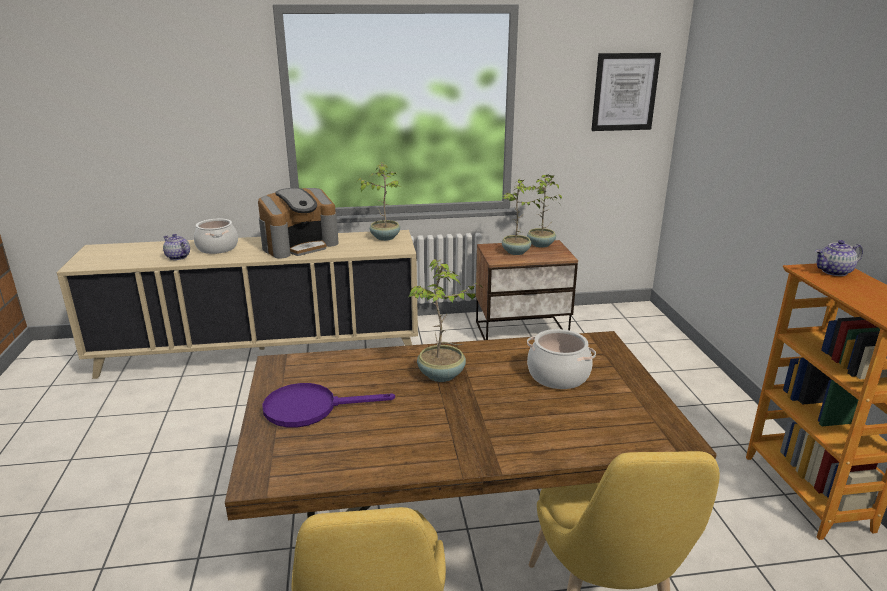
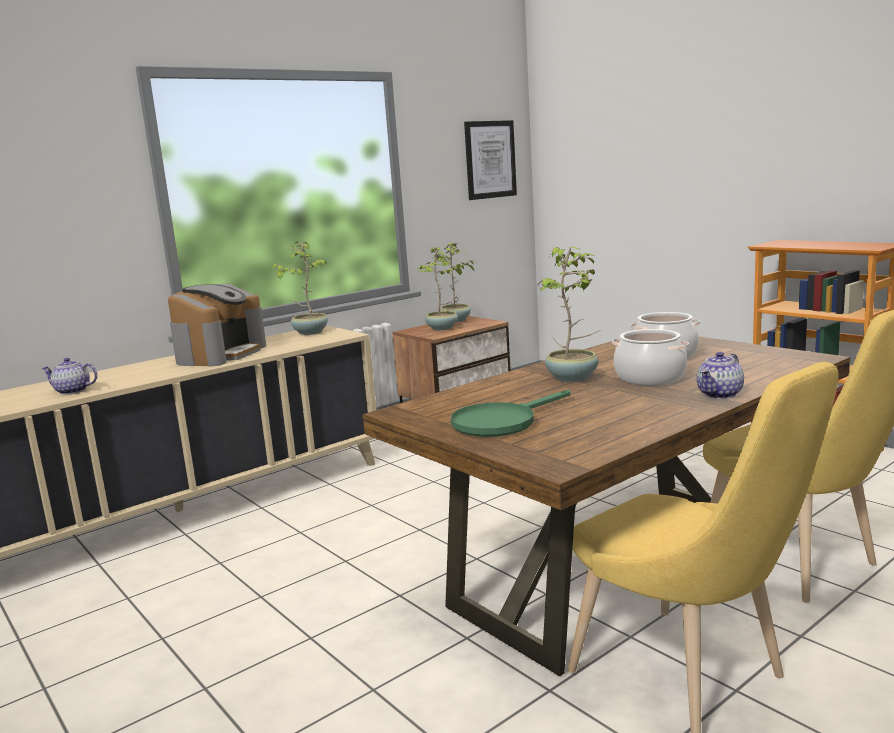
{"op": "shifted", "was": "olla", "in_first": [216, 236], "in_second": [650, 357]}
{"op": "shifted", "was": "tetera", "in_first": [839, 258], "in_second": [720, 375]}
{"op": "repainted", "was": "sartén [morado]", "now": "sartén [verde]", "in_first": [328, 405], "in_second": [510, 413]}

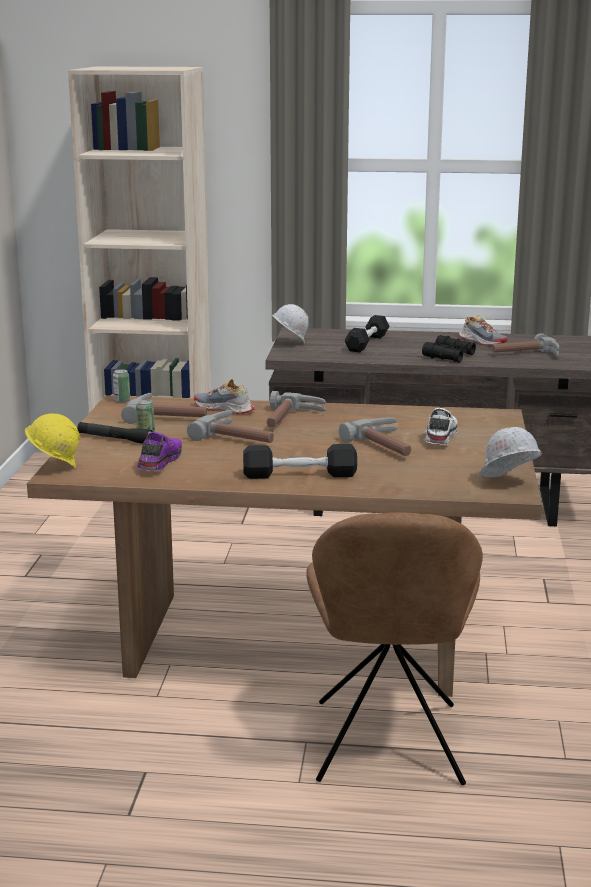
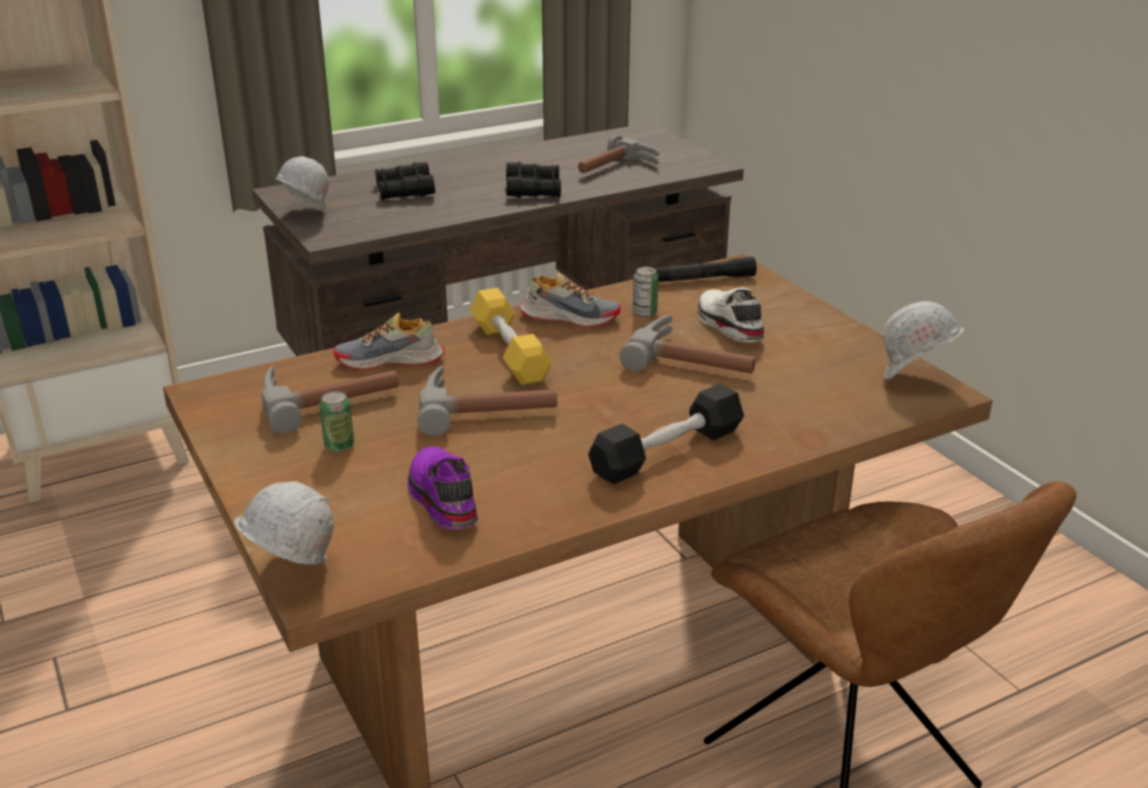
{"op": "shifted", "was": "linterna [negro]", "in_first": [115, 433], "in_second": [706, 269]}
{"op": "shifted", "was": "lata", "in_first": [121, 385], "in_second": [645, 291]}
{"op": "shifted", "was": "zapato", "in_first": [483, 330], "in_second": [570, 300]}
{"op": "swapped", "was": "martillo", "now": "mancuerna [amarillo]", "in_first": [296, 409], "in_second": [510, 336]}
{"op": "swapped", "was": "mancuerna [negro]", "now": "prismáticos [negro]", "in_first": [366, 333], "in_second": [405, 181]}
{"op": "repainted", "was": "casco [amarillo]", "now": "casco [blanco]", "in_first": [52, 440], "in_second": [284, 523]}

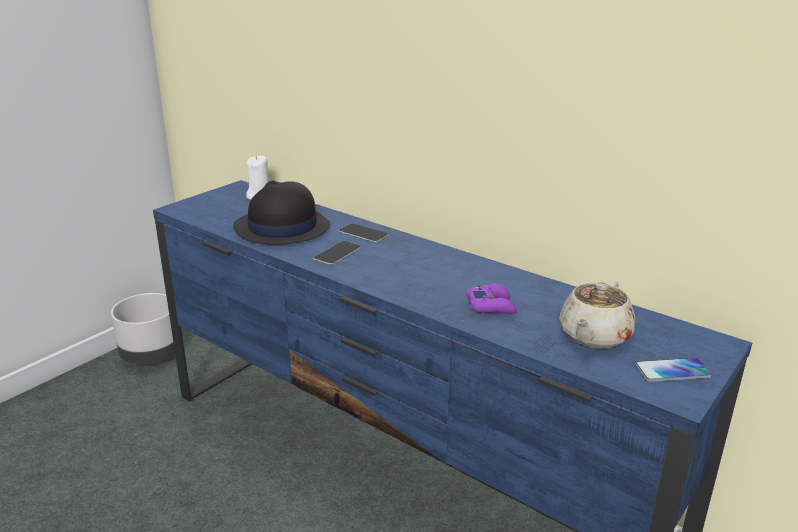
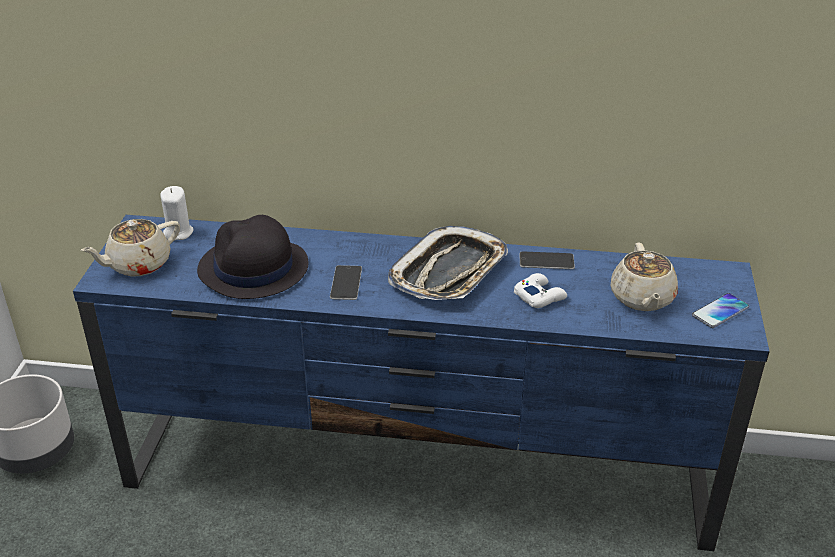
{"op": "new", "now": "tetera [beis]", "in_second": [130, 248]}
{"op": "new", "now": "bandeja", "in_second": [448, 263]}
{"op": "shifted", "was": "móvil", "in_first": [363, 232], "in_second": [547, 260]}
{"op": "repainted", "was": "mando de consola [morado]", "now": "mando de consola [blanco]", "in_first": [492, 299], "in_second": [540, 290]}

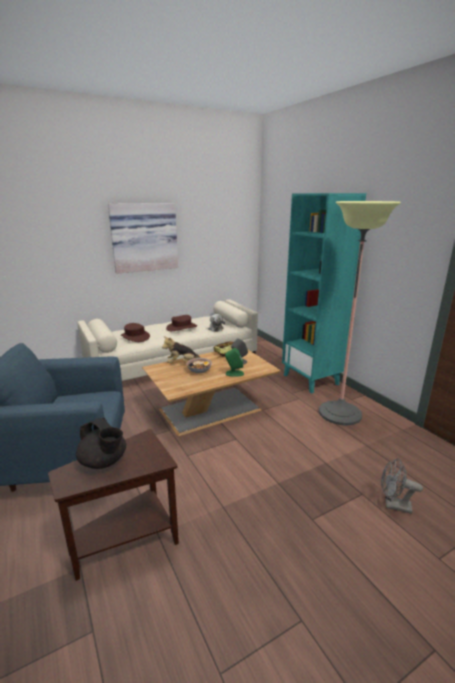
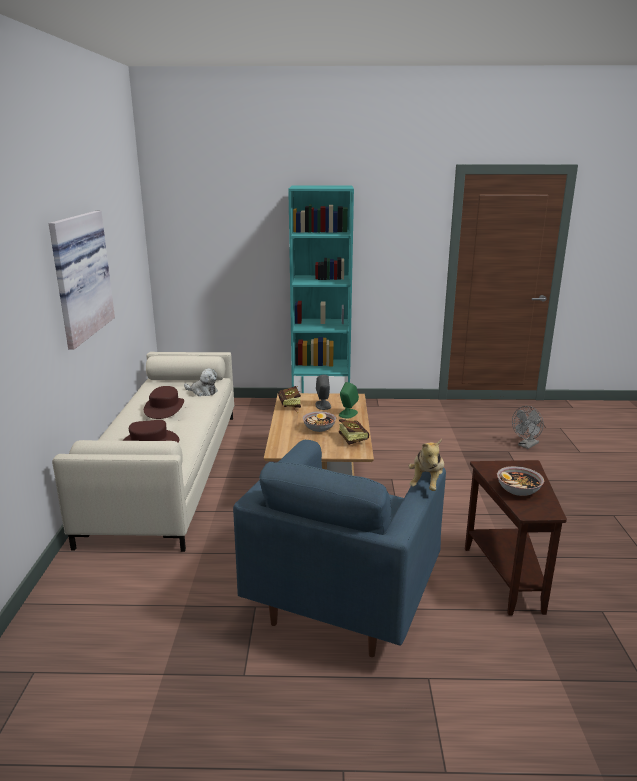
{"op": "gone", "was": "lámpara de pie", "in_first": [360, 313]}
{"op": "new", "now": "libro", "in_second": [354, 432]}
{"op": "shifted", "was": "peluche", "in_first": [181, 349], "in_second": [426, 465]}
{"op": "swapped", "was": "tetera [negro]", "now": "cuenco", "in_first": [101, 443], "in_second": [520, 481]}

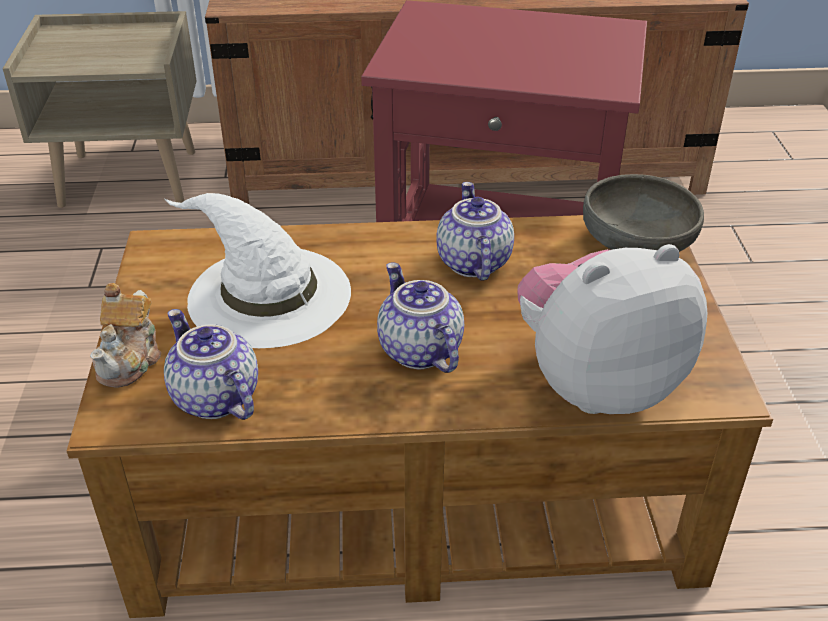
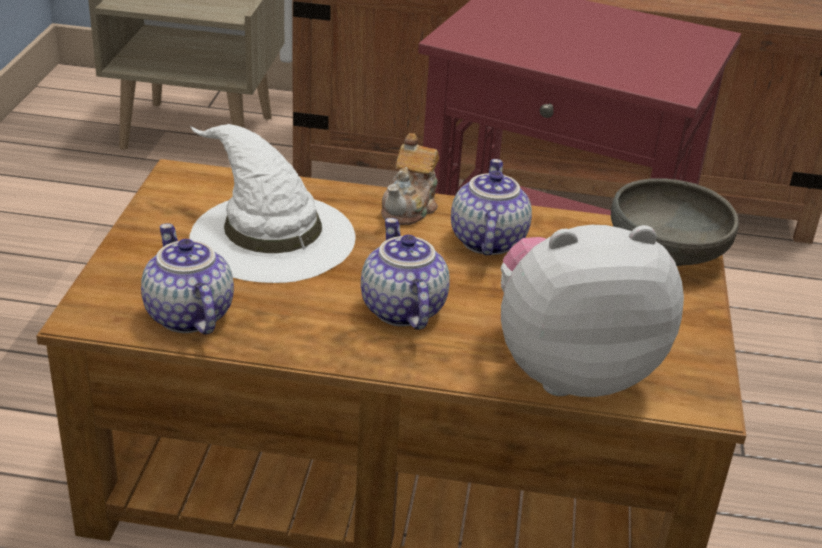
{"op": "shifted", "was": "tetera", "in_first": [125, 335], "in_second": [410, 179]}

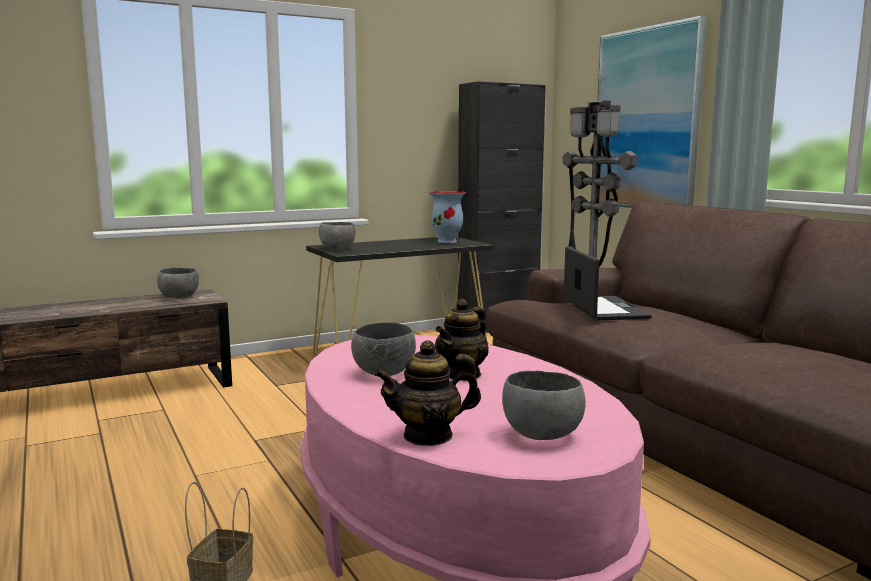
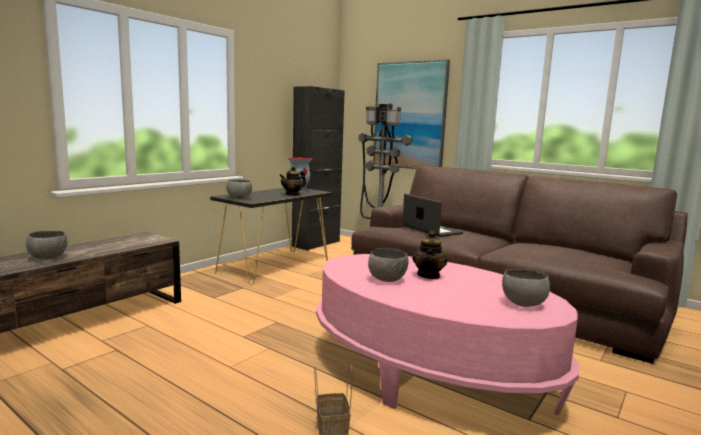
{"op": "shifted", "was": "cuenco [gris]", "in_first": [178, 283], "in_second": [46, 245]}
{"op": "shifted", "was": "tetera", "in_first": [427, 393], "in_second": [292, 181]}

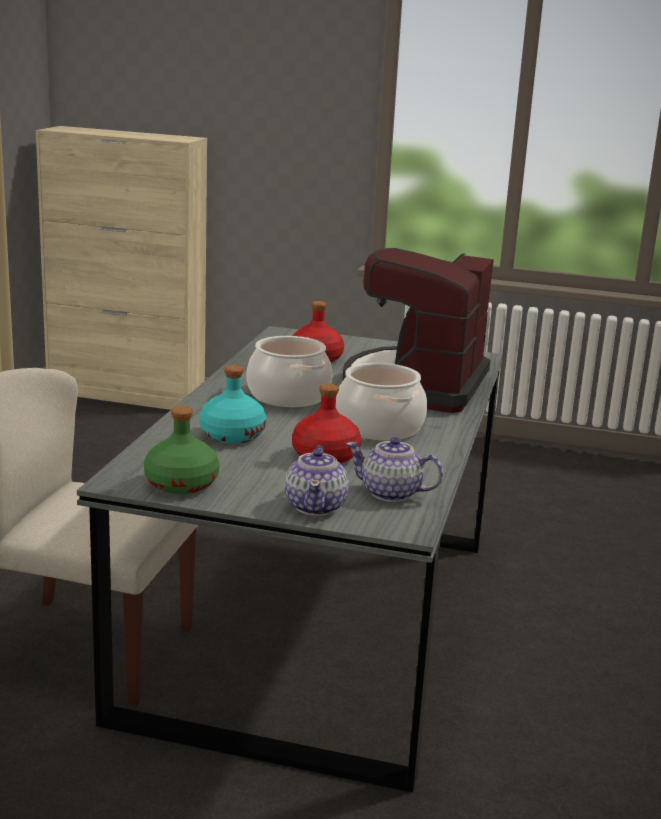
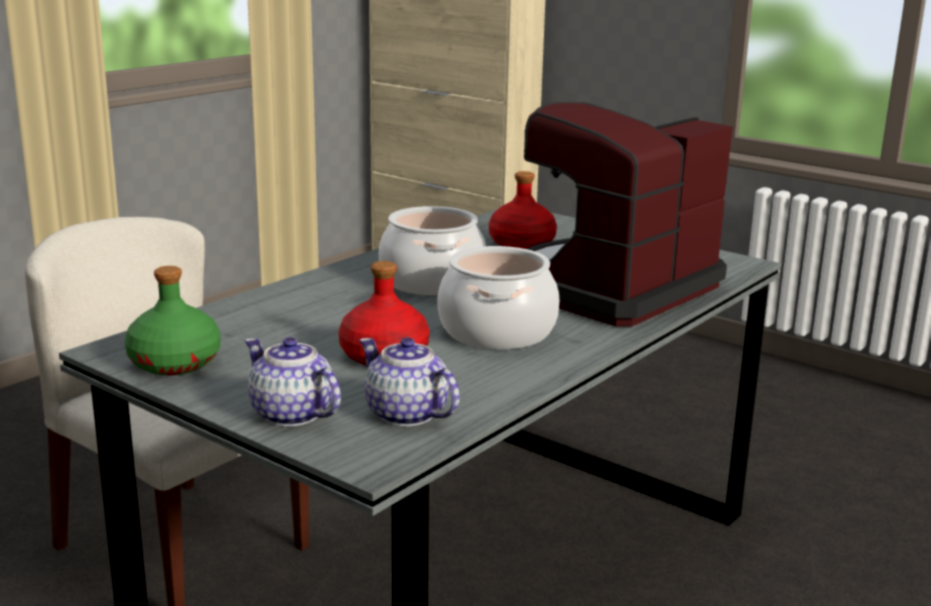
{"op": "gone", "was": "botella [turquesa]", "in_first": [232, 404]}
{"op": "rotated", "was": "tetera", "in_first": [317, 481], "in_second": [293, 382], "clockwise": 105}

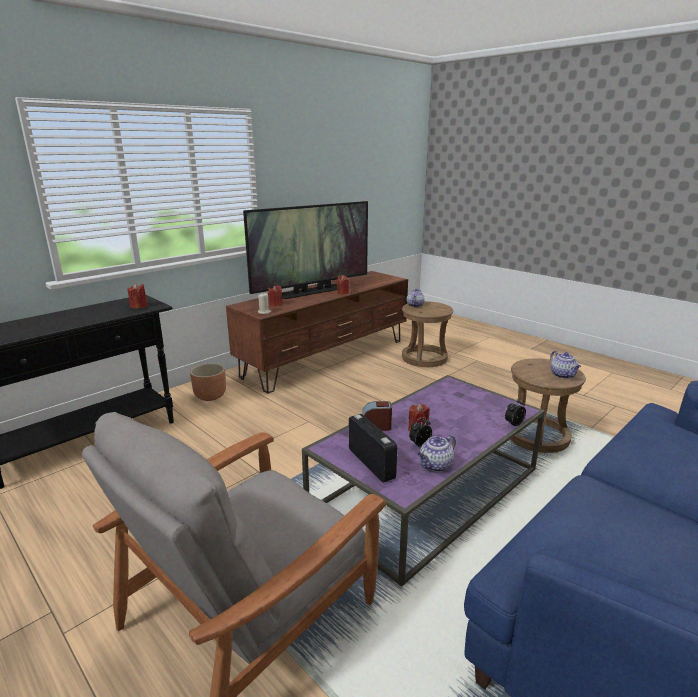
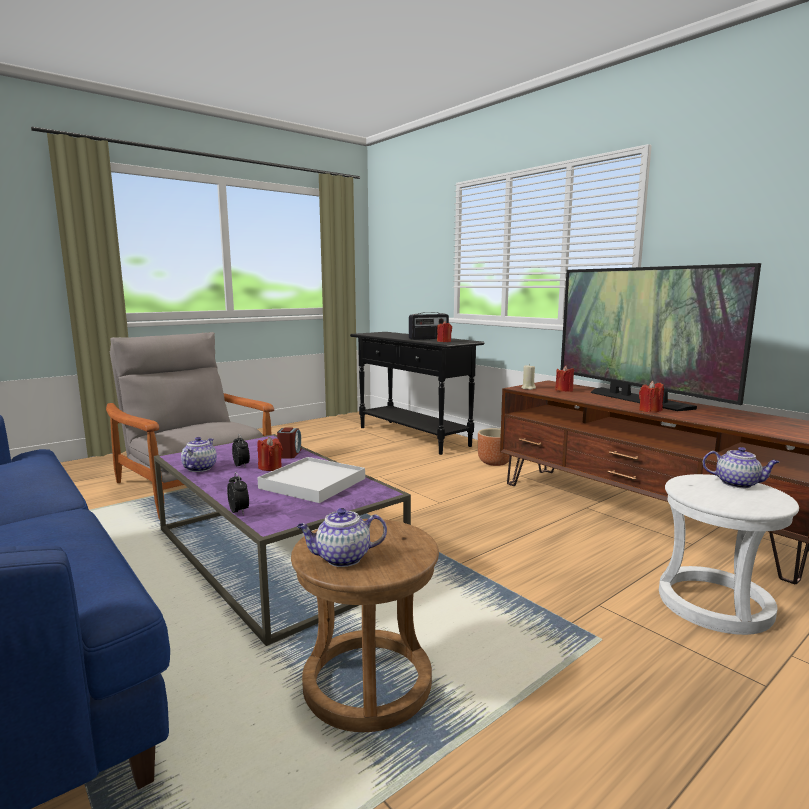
{"op": "new", "now": "bandeja [blanco]", "in_second": [311, 480]}
{"op": "shifted", "was": "radio", "in_first": [373, 448], "in_second": [429, 326]}
{"op": "repainted", "was": "taburete [marrón]", "now": "taburete [blanco]", "in_first": [427, 334], "in_second": [729, 554]}
{"op": "rotated", "was": "tetera", "in_first": [437, 453], "in_second": [199, 454], "clockwise": 45}

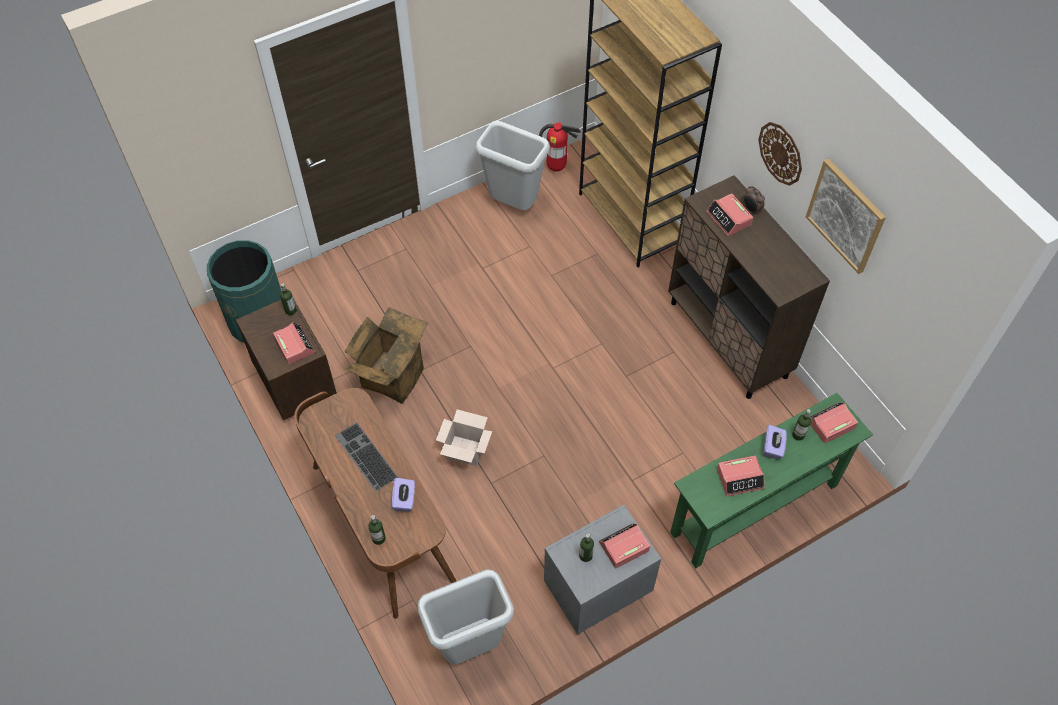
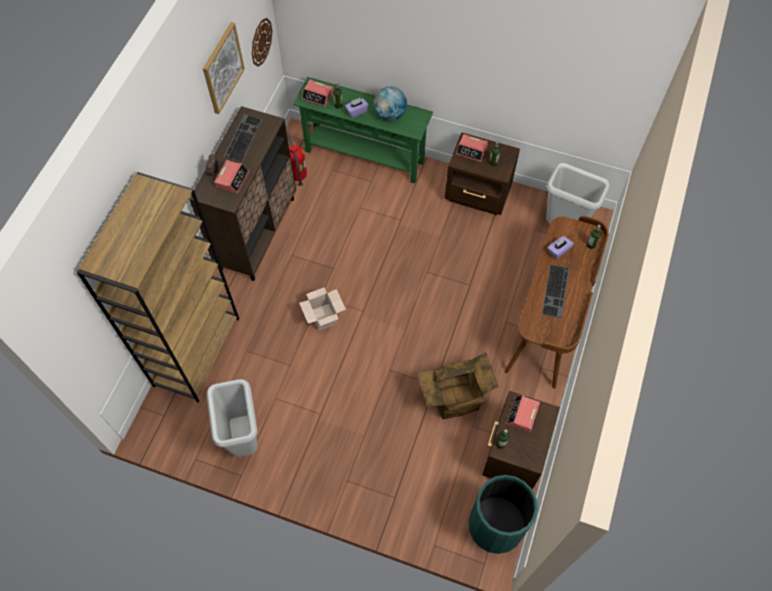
{"op": "new", "now": "teclado", "in_second": [243, 138]}
{"op": "shifted", "was": "caja de cartón", "in_first": [464, 437], "in_second": [322, 309]}
{"op": "shifted", "was": "extintor", "in_first": [560, 146], "in_second": [297, 159]}
{"op": "shifted", "was": "reloj de pared", "in_first": [780, 154], "in_second": [262, 42]}
{"op": "swapped", "was": "despertador", "now": "globo terráqueo", "in_first": [741, 475], "in_second": [390, 104]}
{"op": "repainted", "was": "mesita de noche [gris]", "now": "mesita de noche [marrón]", "in_first": [602, 569], "in_second": [482, 173]}

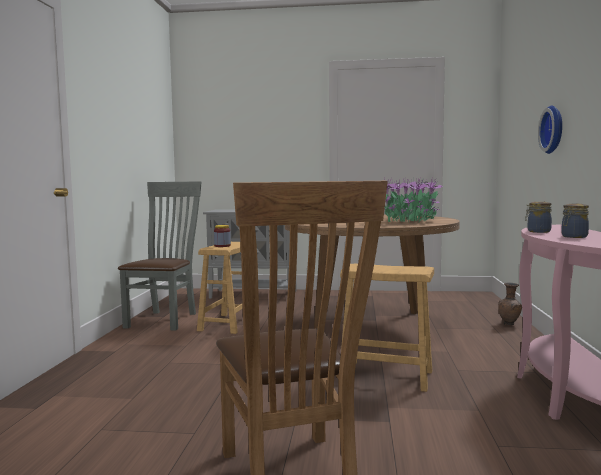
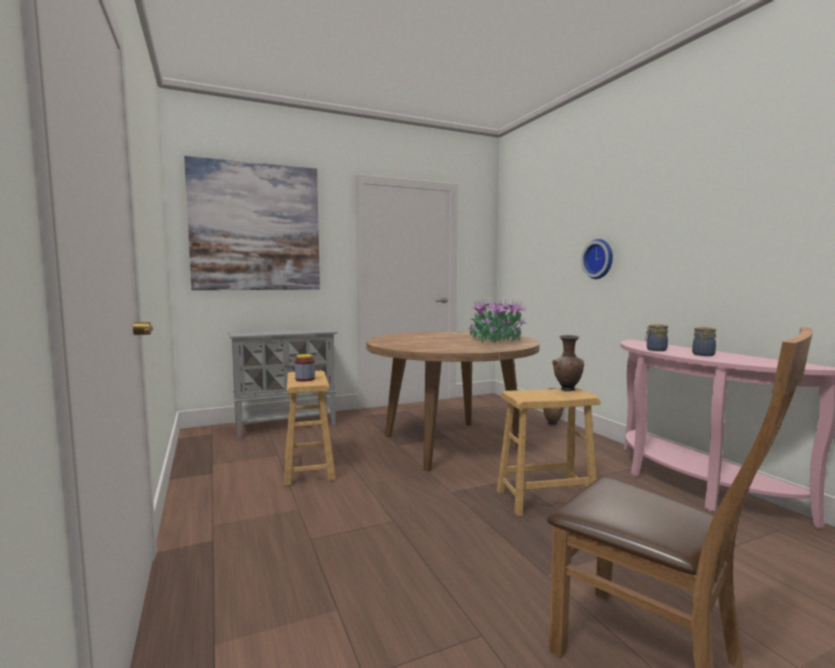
{"op": "gone", "was": "silla [gris]", "in_first": [159, 256]}
{"op": "new", "now": "cuadro", "in_second": [252, 223]}
{"op": "new", "now": "florero [marrón]", "in_second": [568, 363]}

